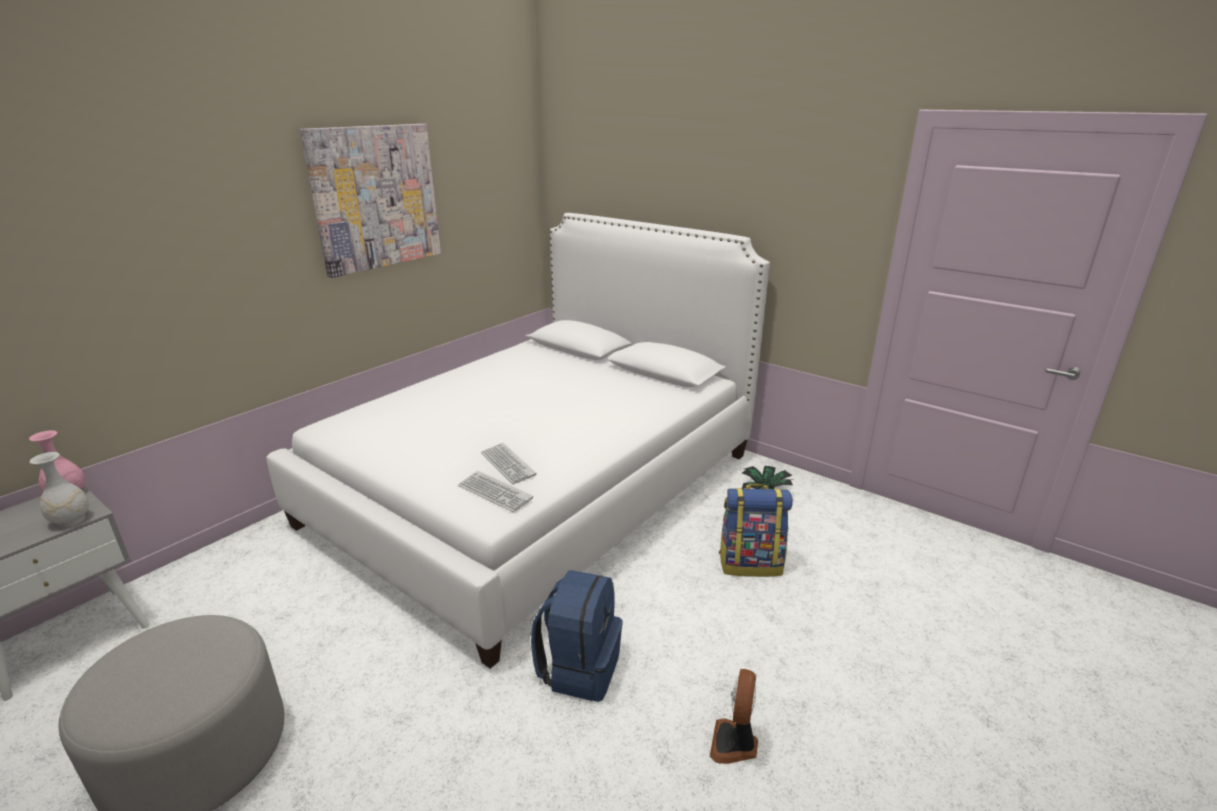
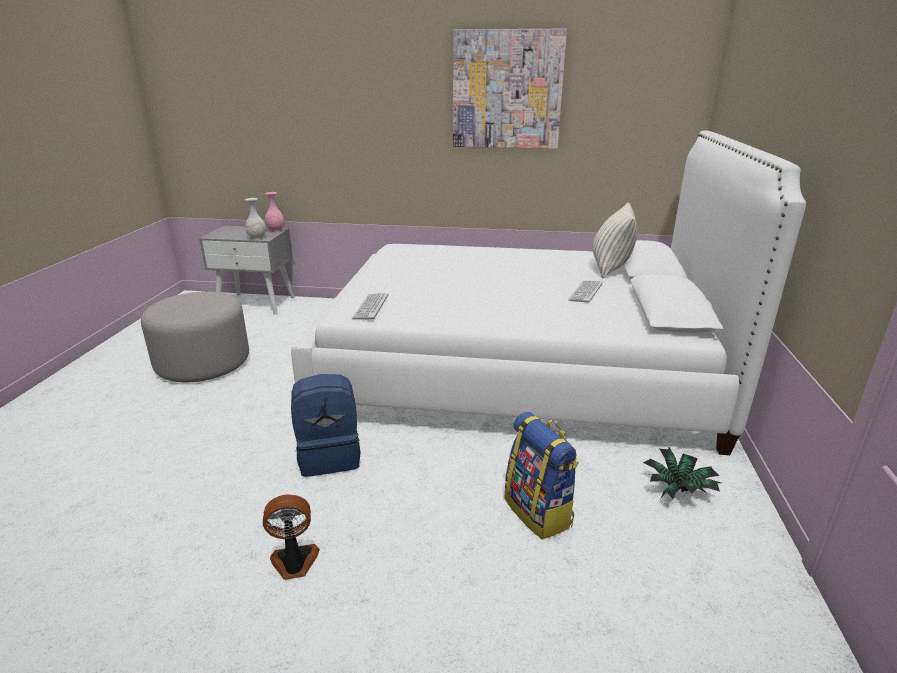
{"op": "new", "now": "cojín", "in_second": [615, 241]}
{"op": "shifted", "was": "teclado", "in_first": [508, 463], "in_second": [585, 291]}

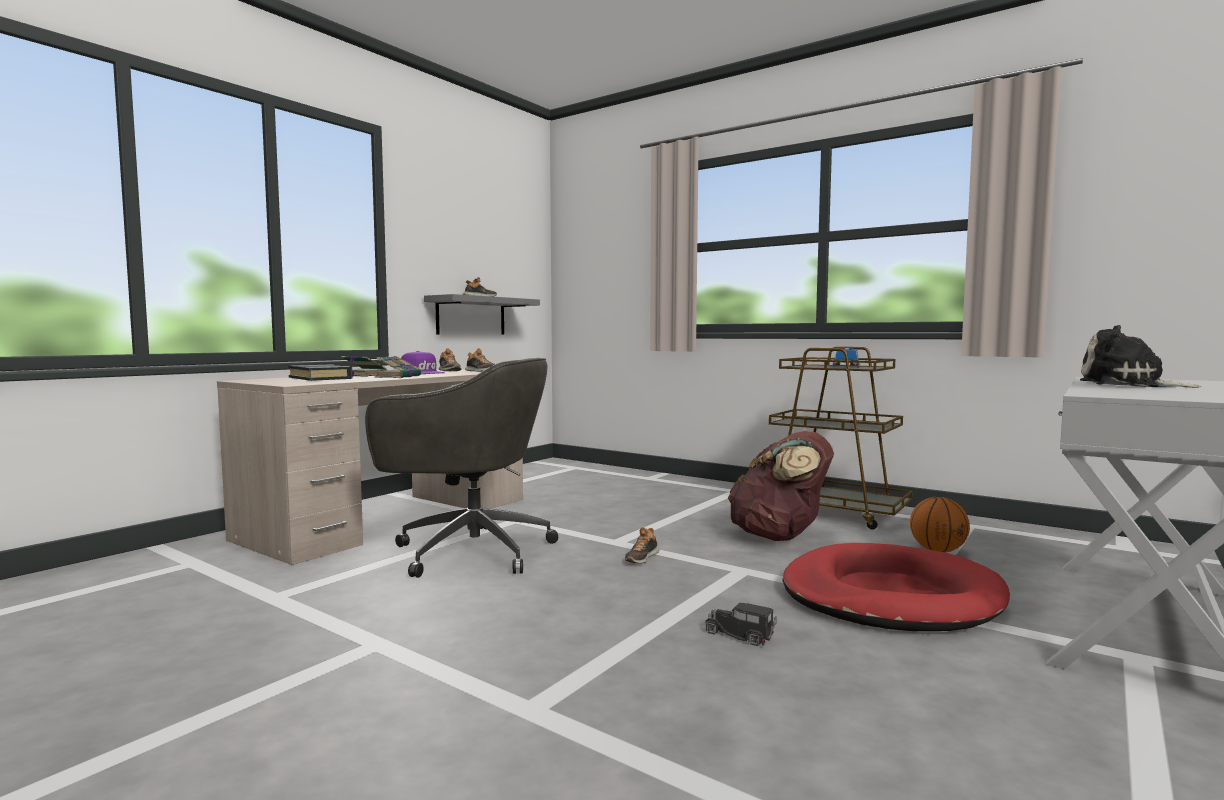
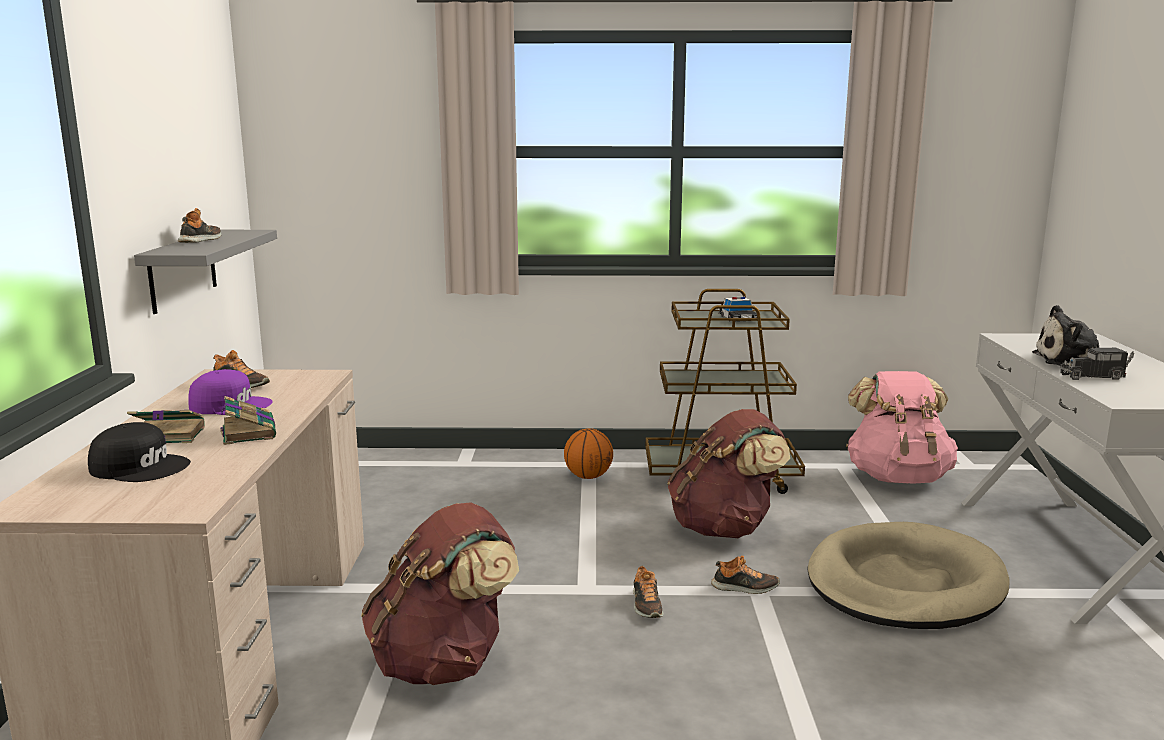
{"op": "new", "now": "mochila [rosa]", "in_second": [902, 427]}
{"op": "shifted", "was": "zapato", "in_first": [479, 360], "in_second": [745, 575]}
{"op": "shifted", "was": "camión de juguete", "in_first": [741, 624], "in_second": [1097, 364]}
{"op": "shifted", "was": "balón de baloncesto", "in_first": [940, 525], "in_second": [588, 453]}
{"op": "swapped", "was": "libro [negro]", "now": "gorra [negro]", "in_first": [320, 372], "in_second": [139, 452]}
{"op": "swapped", "was": "silla de oficina [gris]", "now": "mochila [marrón]", "in_first": [461, 468], "in_second": [440, 593]}
{"op": "repainted", "was": "cama para perro [rojo]", "now": "cama para perro [beis]", "in_first": [896, 587], "in_second": [908, 575]}

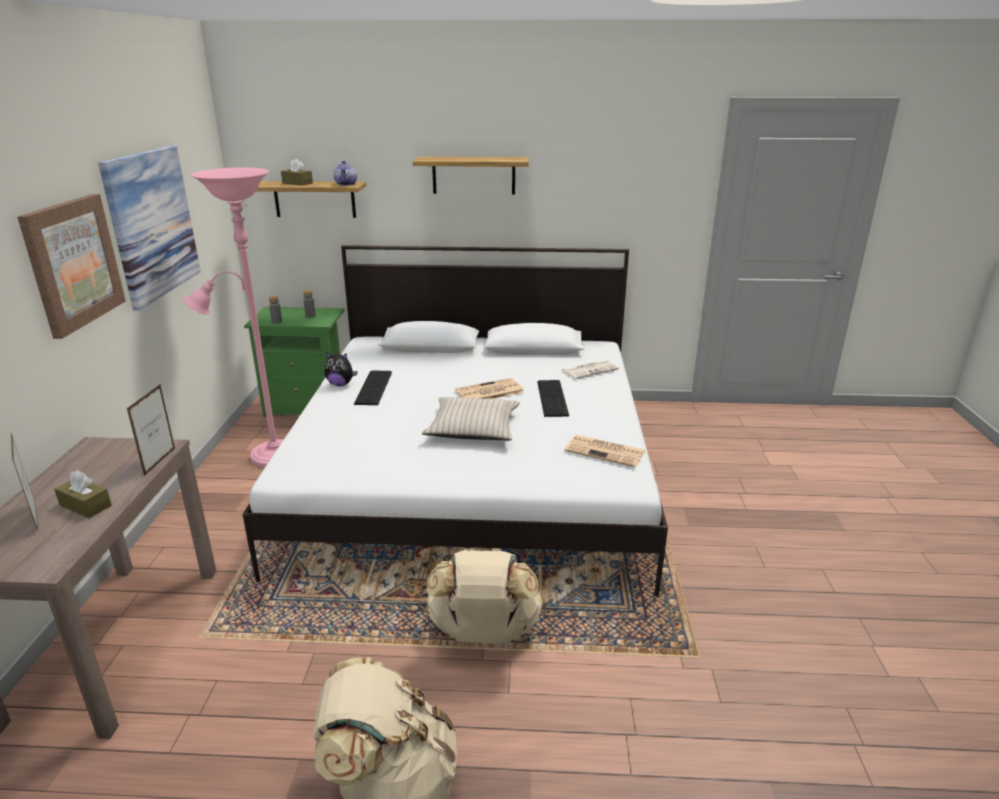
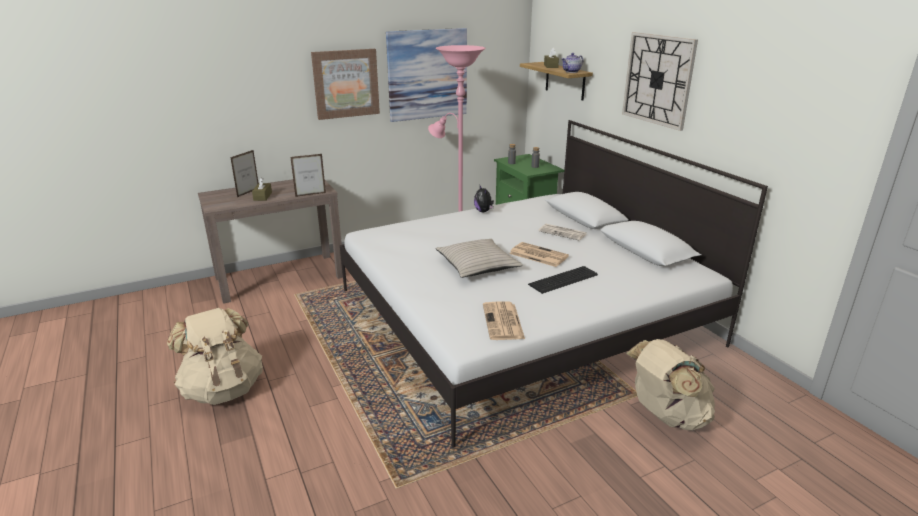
{"op": "gone", "was": "teclado", "in_first": [373, 388]}
{"op": "shifted", "was": "mochila [beis]", "in_first": [484, 596], "in_second": [670, 384]}
{"op": "shifted", "was": "periódico", "in_first": [590, 369], "in_second": [562, 232]}
{"op": "swapped", "was": "estante", "now": "reloj de pared", "in_first": [471, 175], "in_second": [660, 81]}

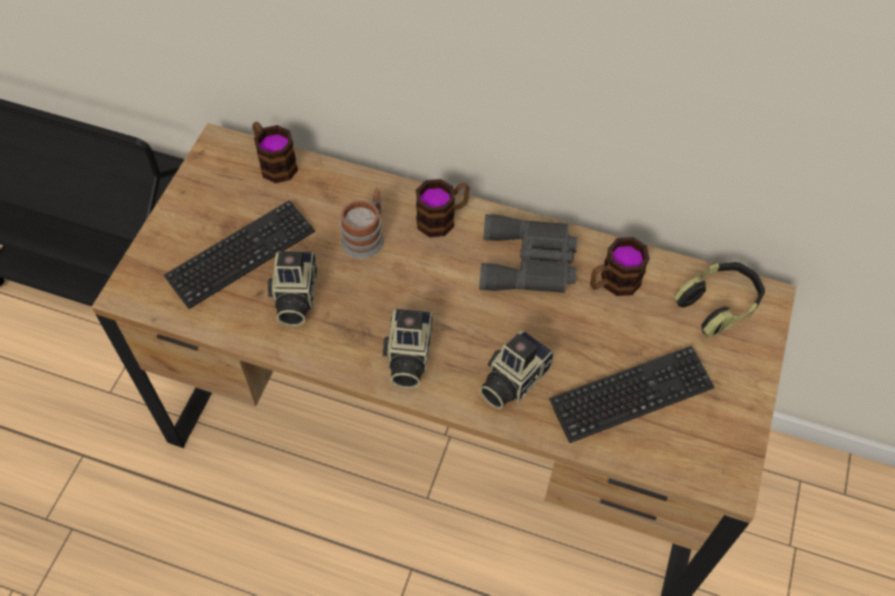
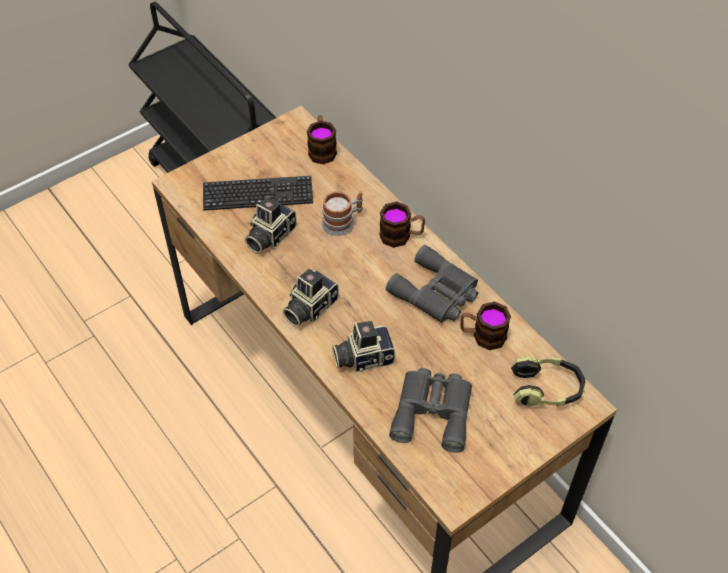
{"op": "swapped", "was": "teclado", "now": "prismáticos [gris]", "in_first": [632, 394], "in_second": [430, 410]}

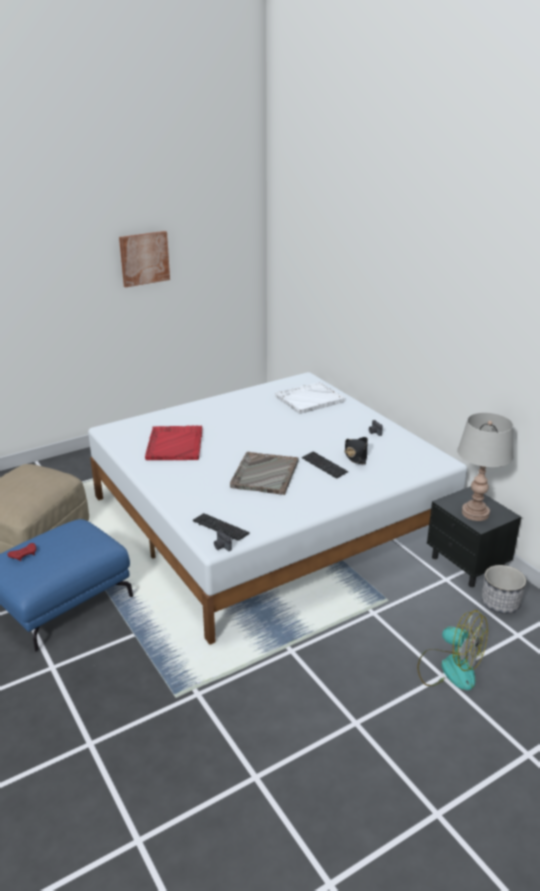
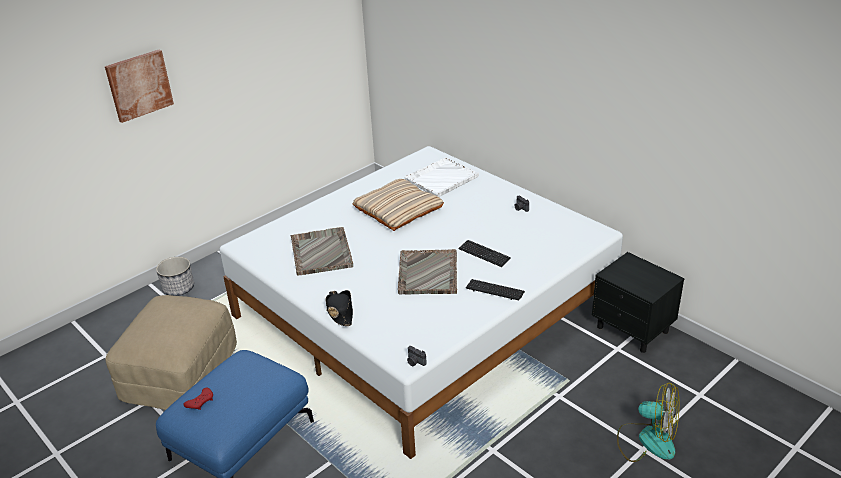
{"op": "gone", "was": "lámpara de mesa [gris]", "in_first": [485, 467]}
{"op": "new", "now": "cojín [beis]", "in_second": [398, 205]}
{"op": "shifted", "was": "cuadro", "in_first": [144, 259], "in_second": [139, 86]}
{"op": "shifted", "was": "teclado", "in_first": [221, 527], "in_second": [495, 289]}
{"op": "shifted", "was": "sombrero [negro]", "in_first": [356, 450], "in_second": [339, 308]}
{"op": "shifted", "was": "maceta", "in_first": [504, 589], "in_second": [175, 276]}
{"op": "repainted", "was": "bandeja [rojo]", "now": "bandeja [gris]", "in_first": [173, 442], "in_second": [322, 251]}

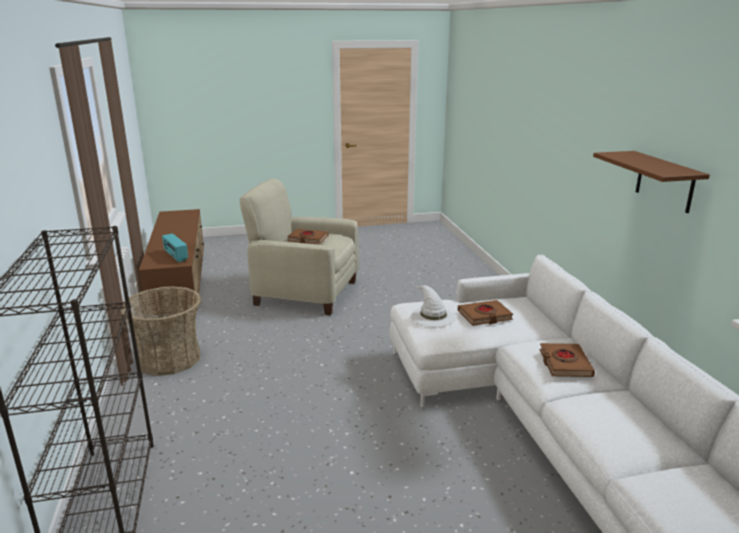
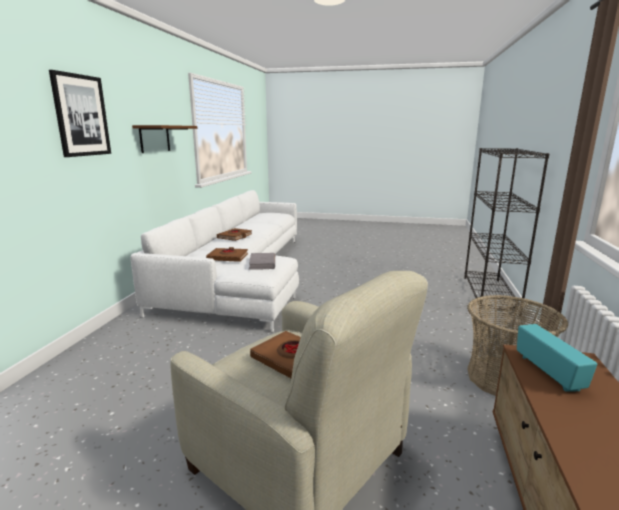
{"op": "new", "now": "cuadro", "in_second": [80, 113]}
{"op": "swapped", "was": "sombrero [blanco]", "now": "libro [gris]", "in_first": [433, 306], "in_second": [262, 261]}

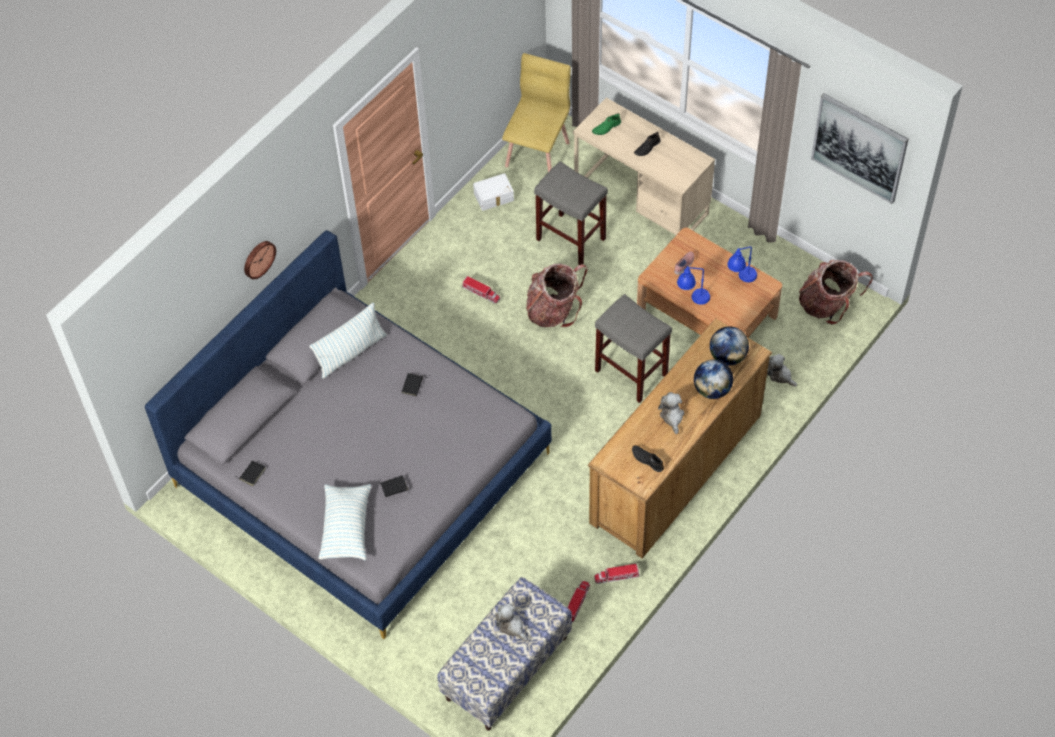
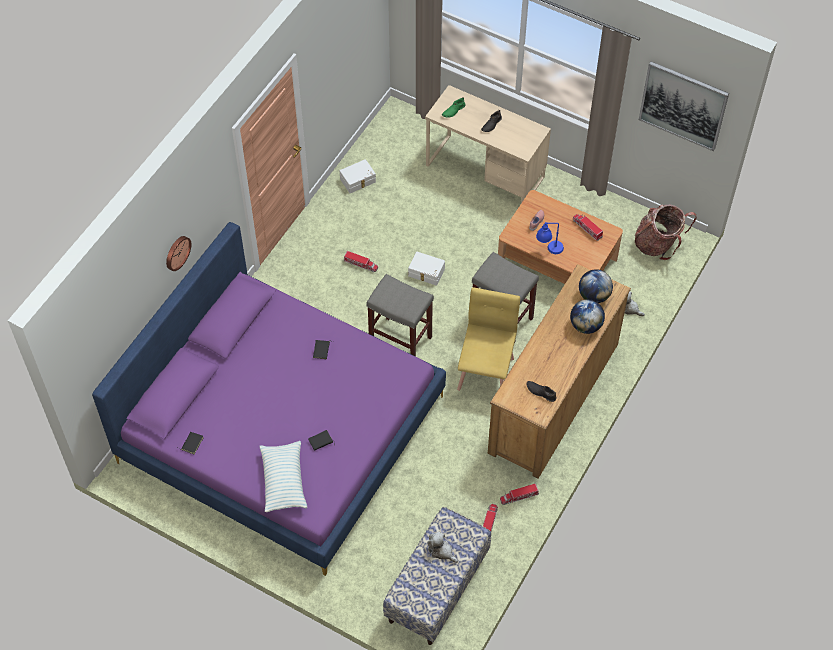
{"op": "gone", "was": "cojín", "in_first": [348, 341]}
{"op": "gone", "was": "peluche", "in_first": [671, 413]}
{"op": "shifted", "was": "silla [amarillo]", "in_first": [536, 112], "in_second": [488, 339]}
{"op": "shifted", "was": "taburete [gris]", "in_first": [571, 213], "in_second": [400, 315]}
{"op": "swapped", "was": "mochila", "now": "caja de almacenaje [blanco]", "in_first": [557, 295], "in_second": [426, 269]}
{"op": "swapped", "was": "lámpara de mesa [azul]", "now": "camión de juguete", "in_first": [742, 264], "in_second": [588, 227]}
{"op": "repainted", "was": "cama [gris]", "now": "cama [morado]", "in_first": [348, 434], "in_second": [269, 399]}

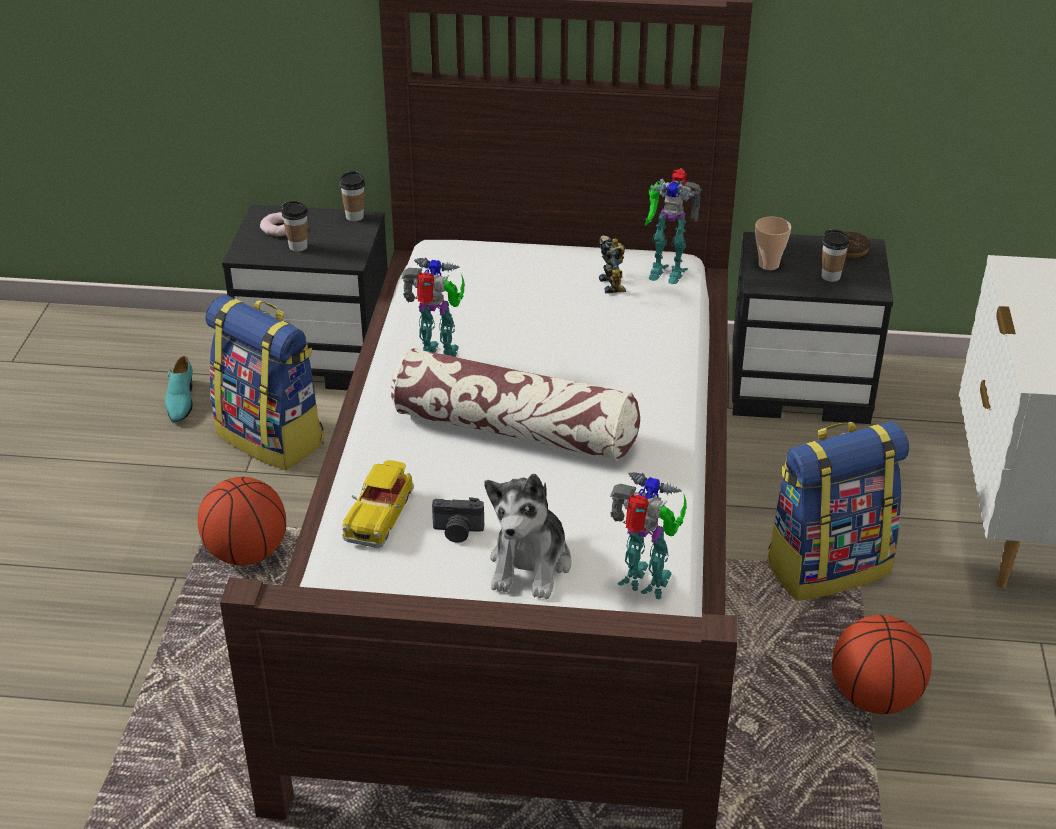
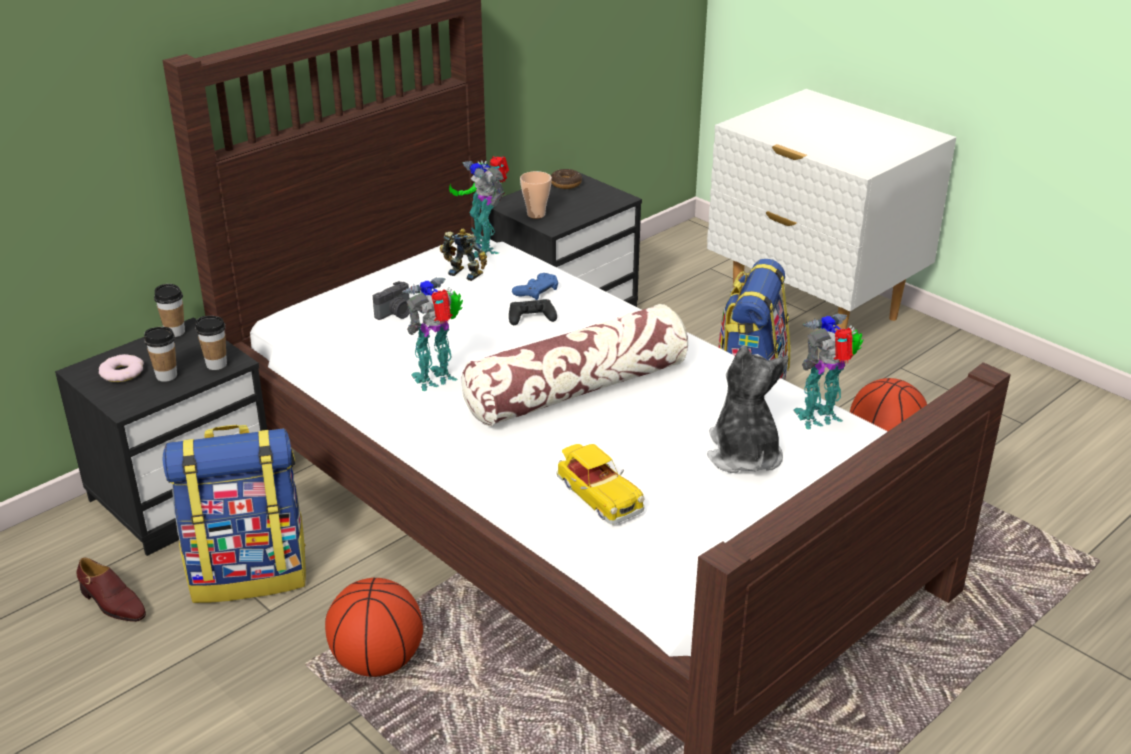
{"op": "new", "now": "mando de consola [negro]", "in_second": [533, 312]}
{"op": "new", "now": "mando de consola [azul]", "in_second": [535, 286]}
{"op": "shifted", "was": "cámara", "in_first": [458, 520], "in_second": [391, 300]}
{"op": "shifted", "was": "taza", "in_first": [836, 255], "in_second": [211, 343]}
{"op": "repainted", "was": "zapato [turquesa]", "now": "zapato [marrón]", "in_first": [179, 389], "in_second": [111, 590]}
{"op": "rotated", "was": "peluche", "in_first": [528, 536], "in_second": [748, 409], "clockwise": -150}
{"op": "rotated", "was": "robot de juguete", "in_first": [673, 226], "in_second": [479, 207], "clockwise": 90}

